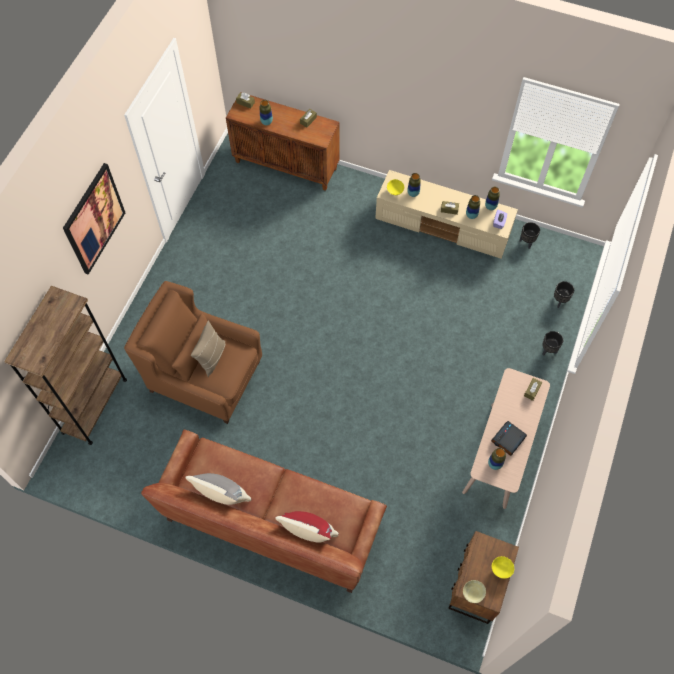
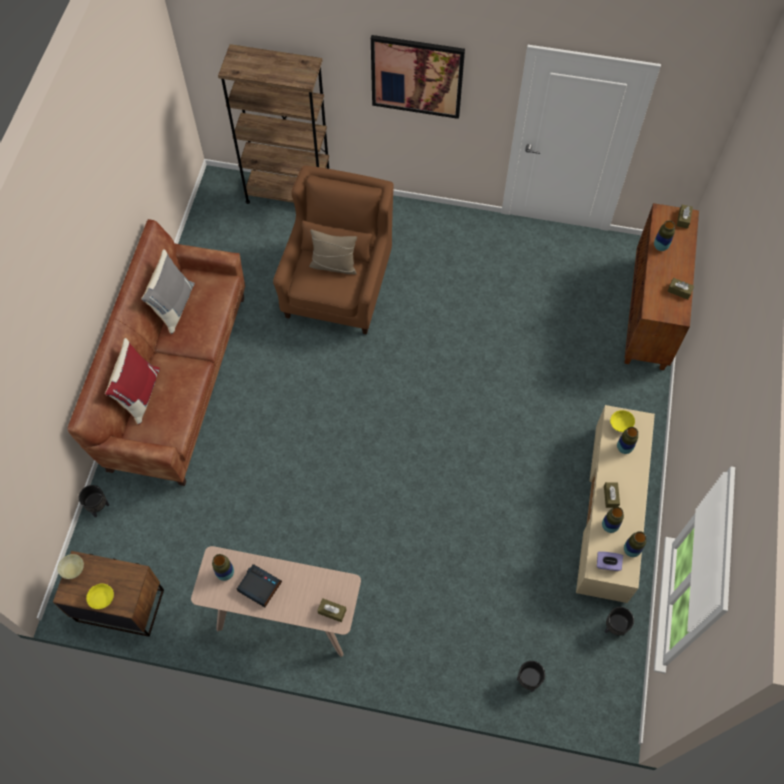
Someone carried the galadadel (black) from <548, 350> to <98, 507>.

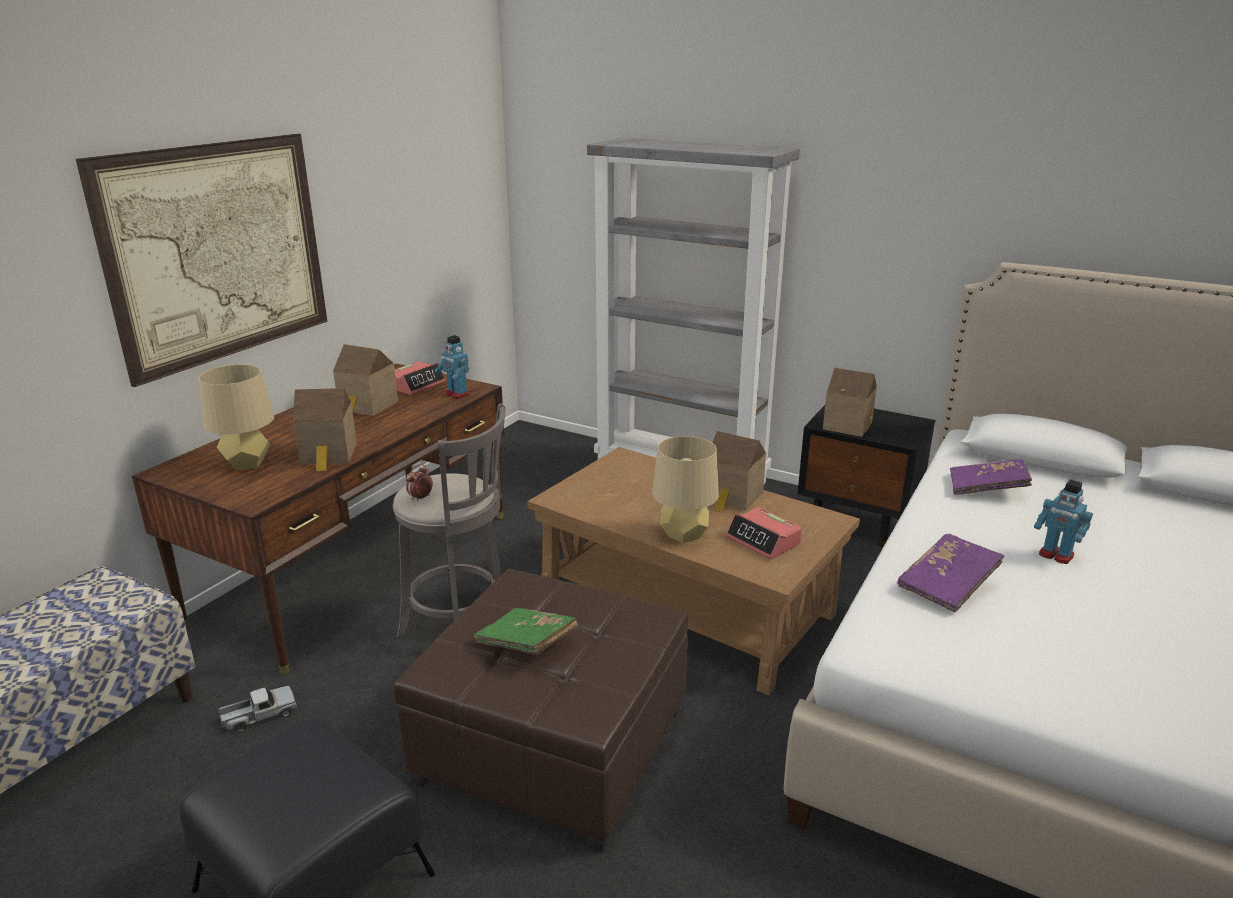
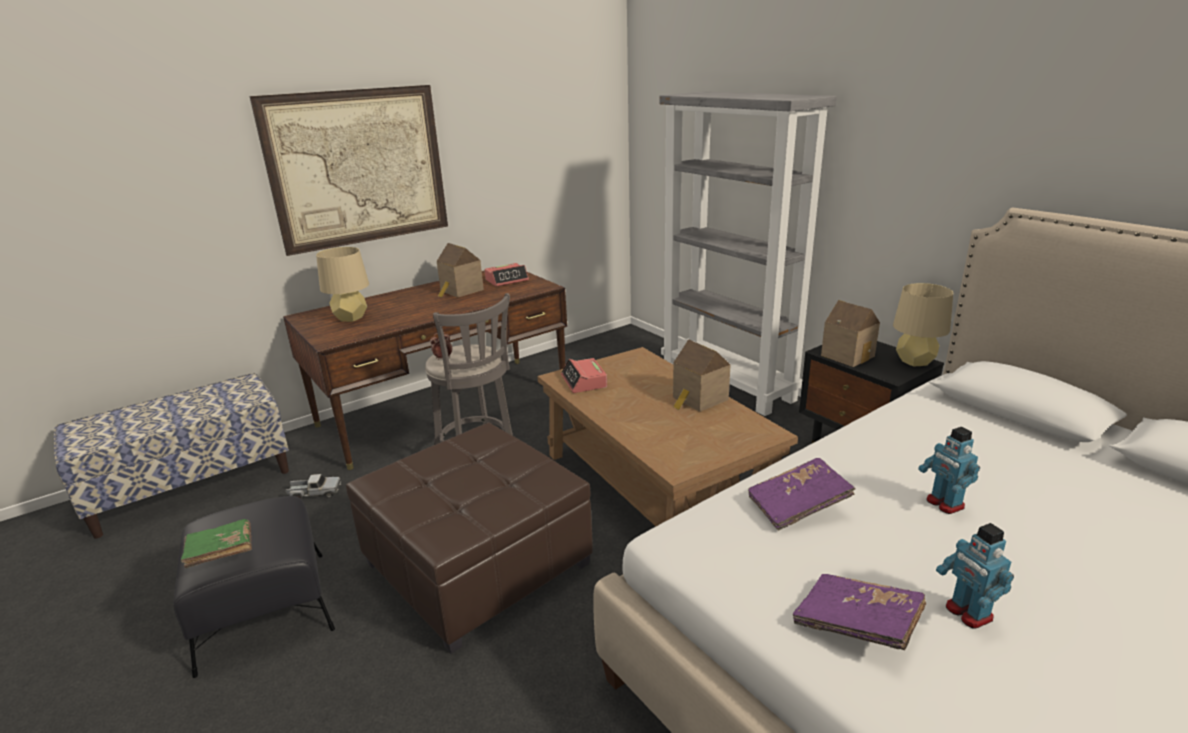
Someone carried the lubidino from <456, 394> to <967, 613>. Someone took away the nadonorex at <329, 455>. Someone carried the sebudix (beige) from <684, 535> to <915, 362>. Someone carried the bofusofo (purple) from <986, 489> to <857, 624>. Someone carried the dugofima from <763, 541> to <584, 382>. Someone carried the bofusofo (green) from <526, 644> to <221, 554>.

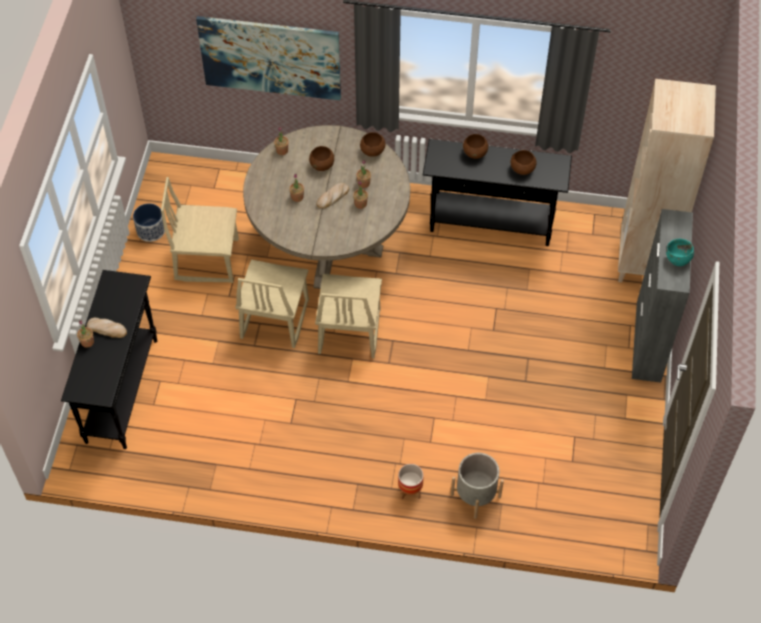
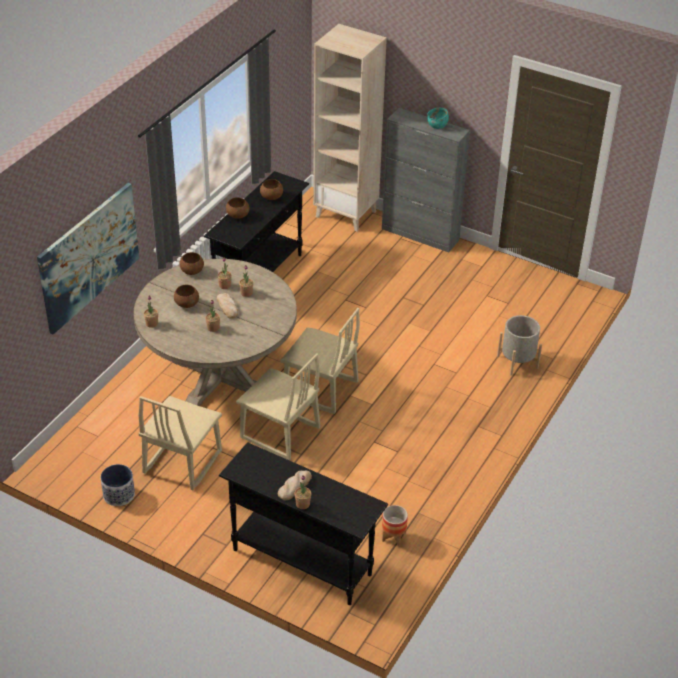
Someone carried the galadadel from <410, 490> to <393, 537>.

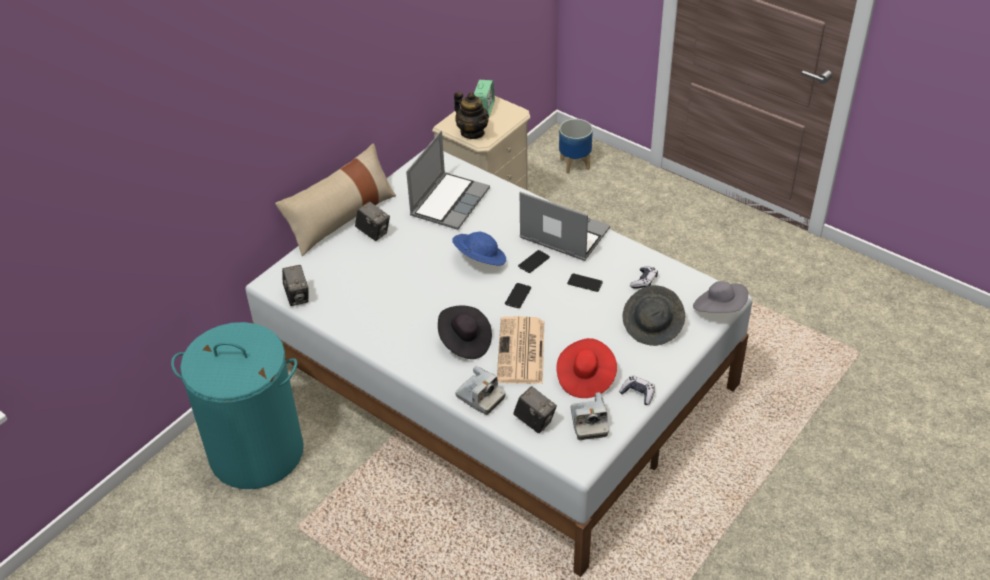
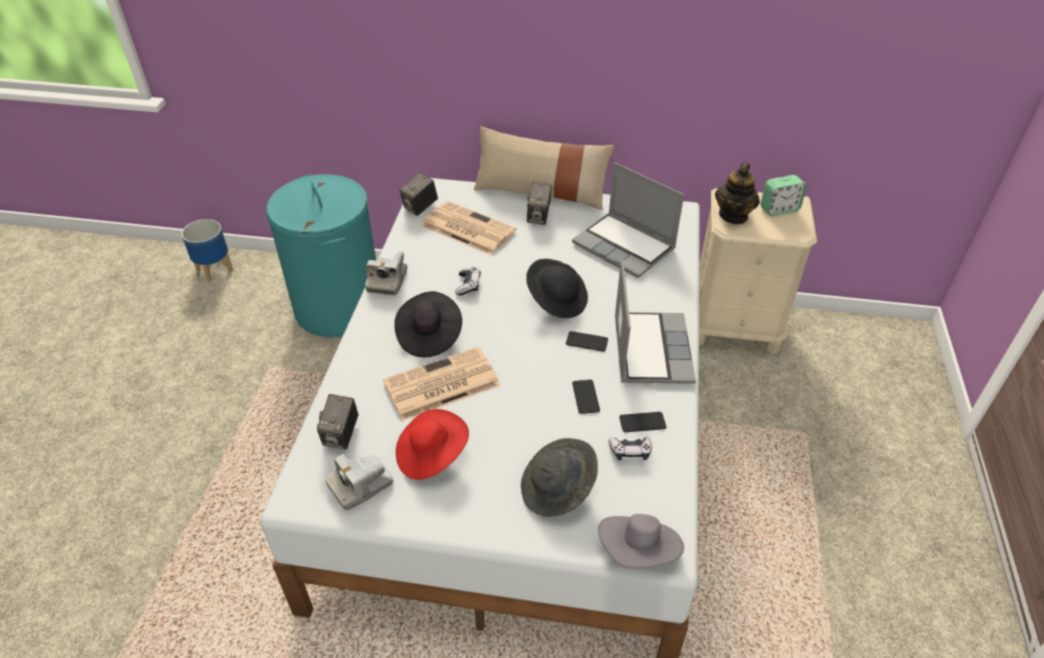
Someone carried the galadadel from <574, 164> to <215, 270>. Someone rotated the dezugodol at <449, 201> by 45 degrees clockwise. Someone repainted the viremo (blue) at <479, 260>, which became the viremo (black) at <557, 300>. Someone carried the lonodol from <518, 296> to <642, 422>. Someone carried the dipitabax from <480, 397> to <387, 281>. Someone carried the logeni from <638, 393> to <468, 285>. Someone put down the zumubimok at <467, 228>.

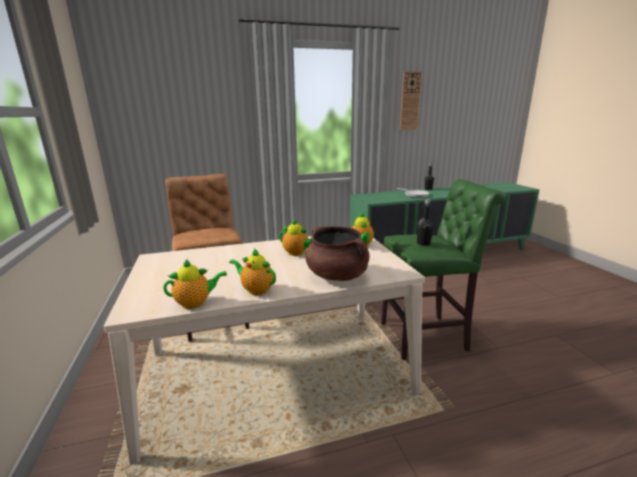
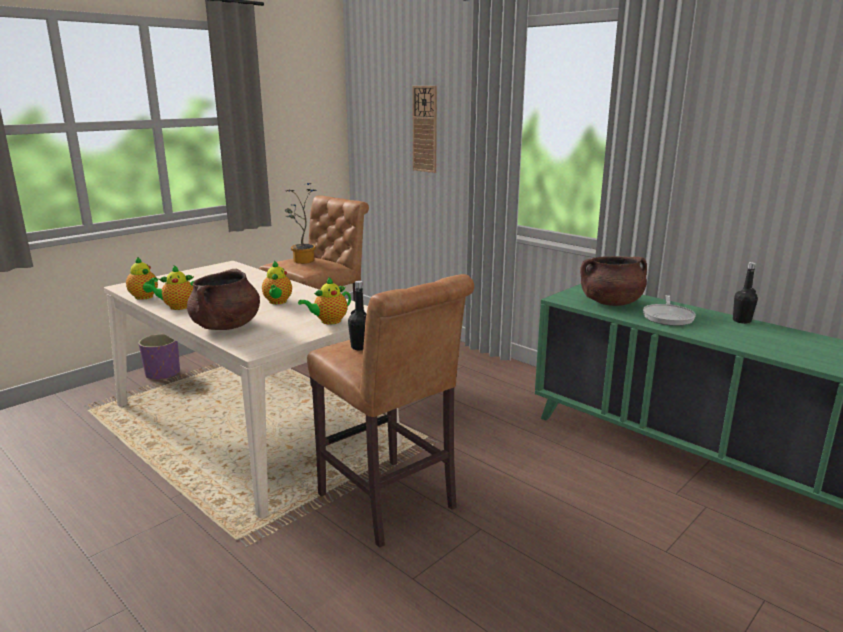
Someone carried the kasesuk from <410, 101> to <425, 129>. Someone repainted the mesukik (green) at <427, 336>, which became the mesukik (brown) at <391, 505>. Someone rotated the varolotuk at <256, 290> by 105 degrees counterclockwise. Someone put down the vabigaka at <302, 261>. Someone put down the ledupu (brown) at <610, 303>. Someone put down the galadadel (purple) at <163, 374>.

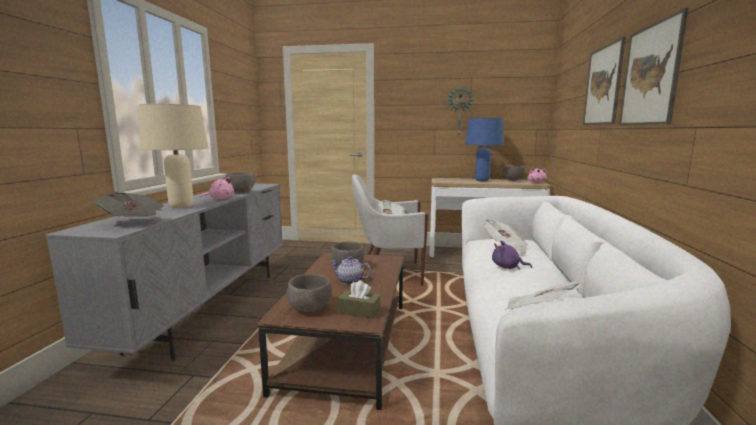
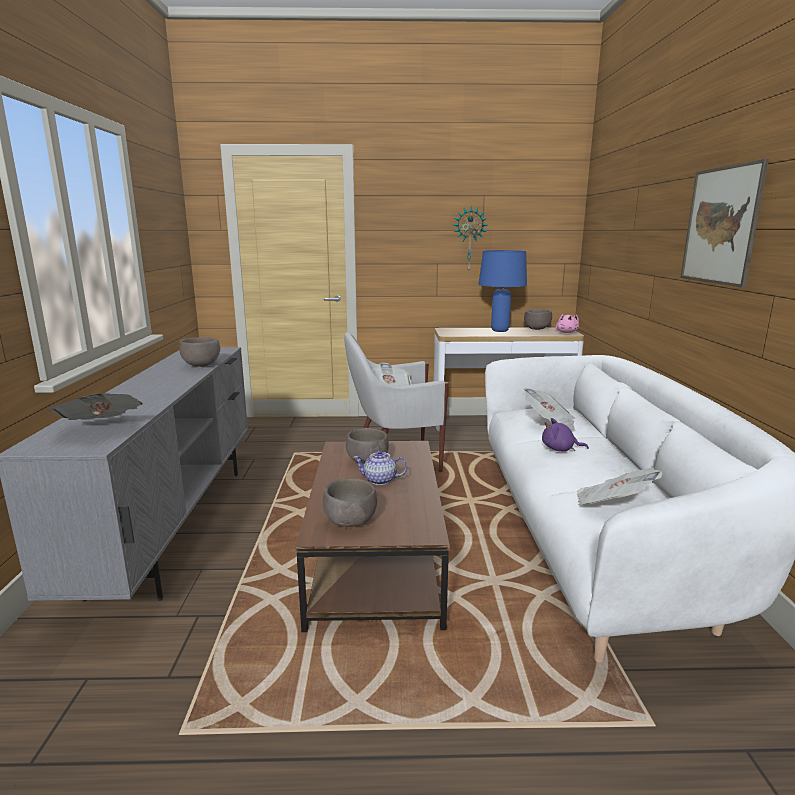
Someone took away the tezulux at <603, 85>. Someone took away the sebudix (beige) at <182, 207>. Someone took away the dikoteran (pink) at <220, 199>. Someone took away the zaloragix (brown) at <359, 311>.

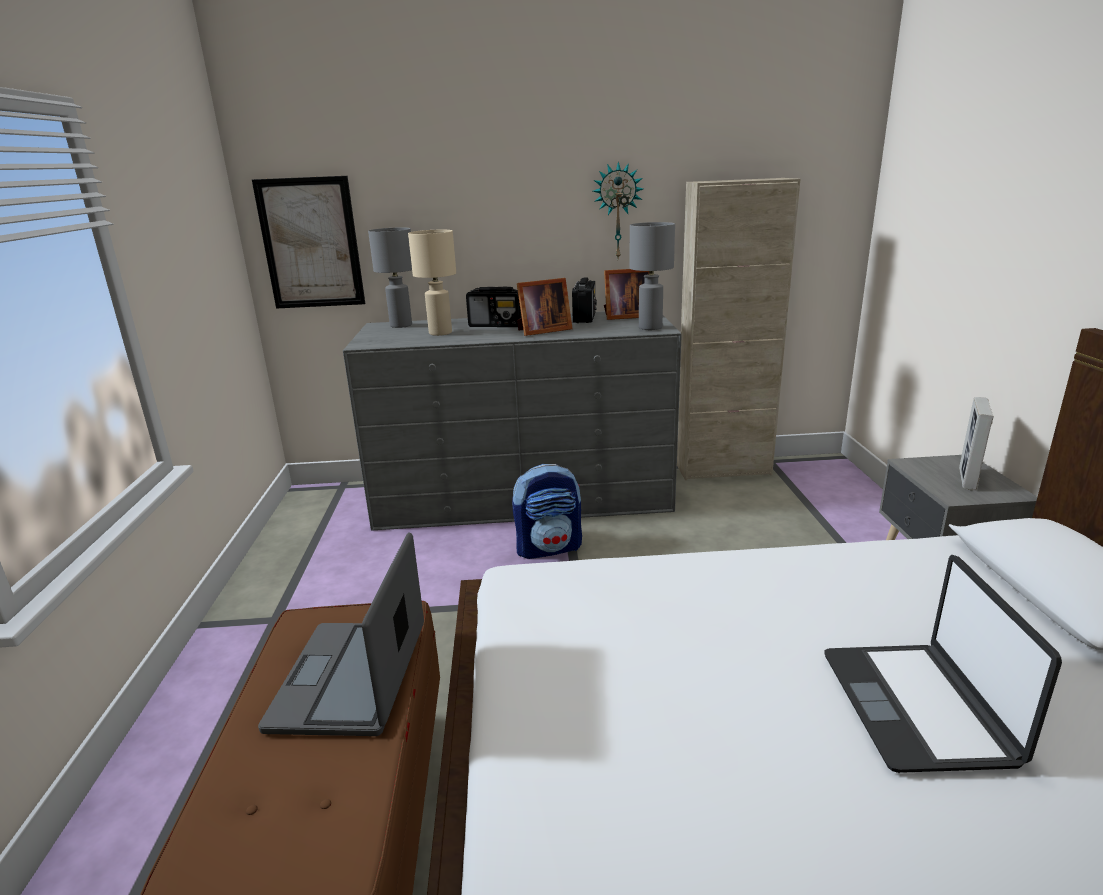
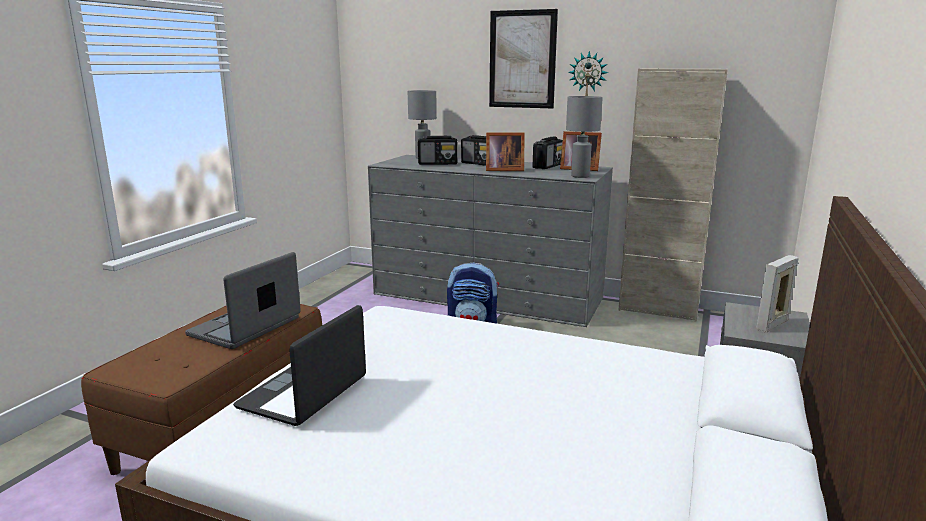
Someone carried the tezulux from <311, 243> to <522, 59>. Someone swapped the sebudix (beige) at <440, 333> for the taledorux at <438, 164>. Someone carried the dezugodol from <918, 706> to <304, 393>.

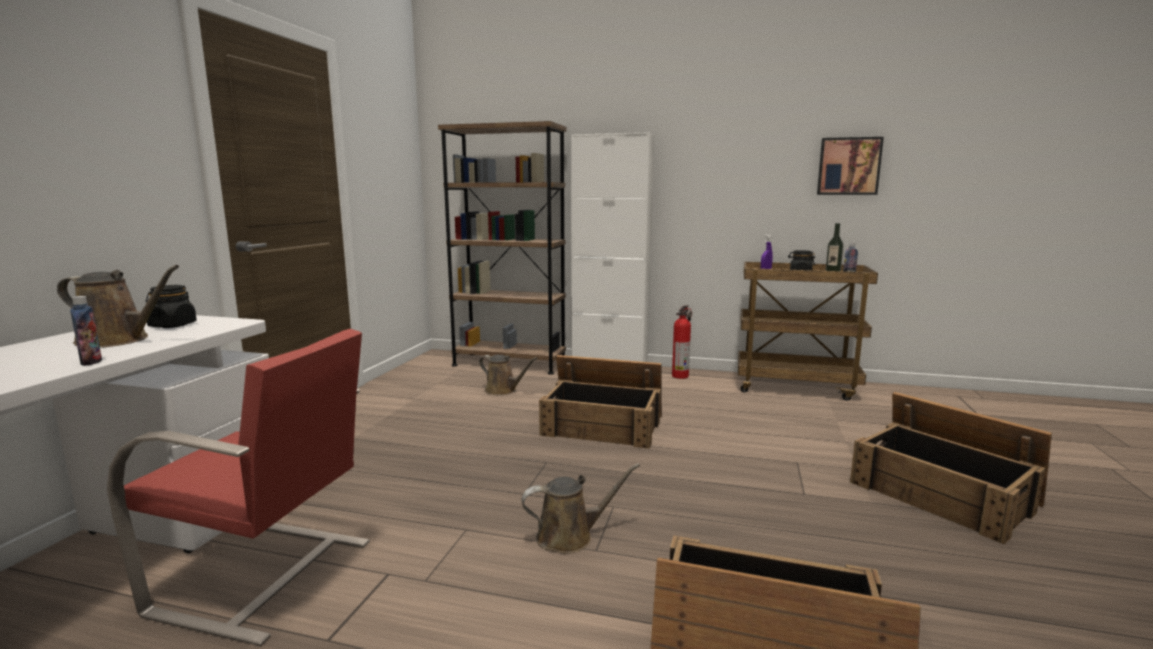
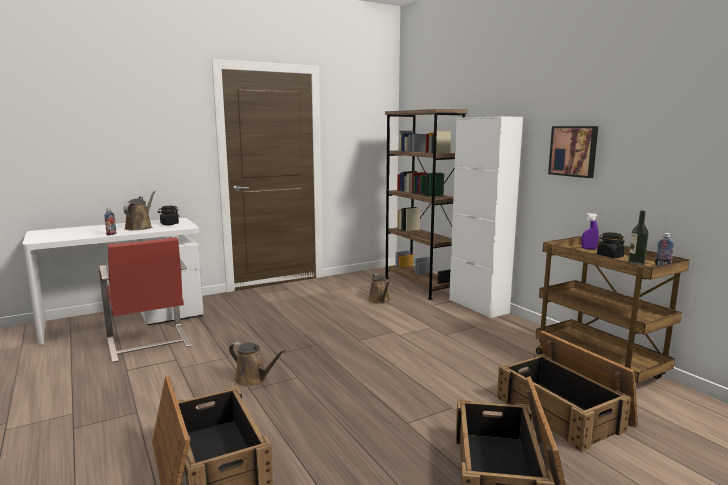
Someone carried the tezulux from <848, 166> to <574, 151>. Someone rotated the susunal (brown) at <118, 340> by 135 degrees counterclockwise. Someone took away the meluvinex at <680, 375>. Someone carried the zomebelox from <603, 425> to <564, 411>.

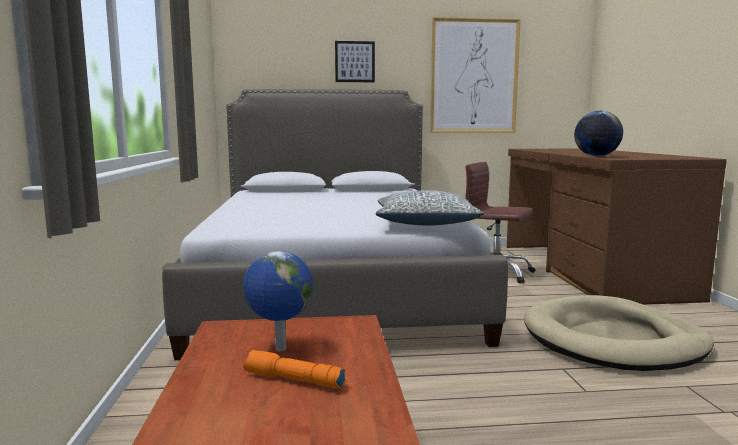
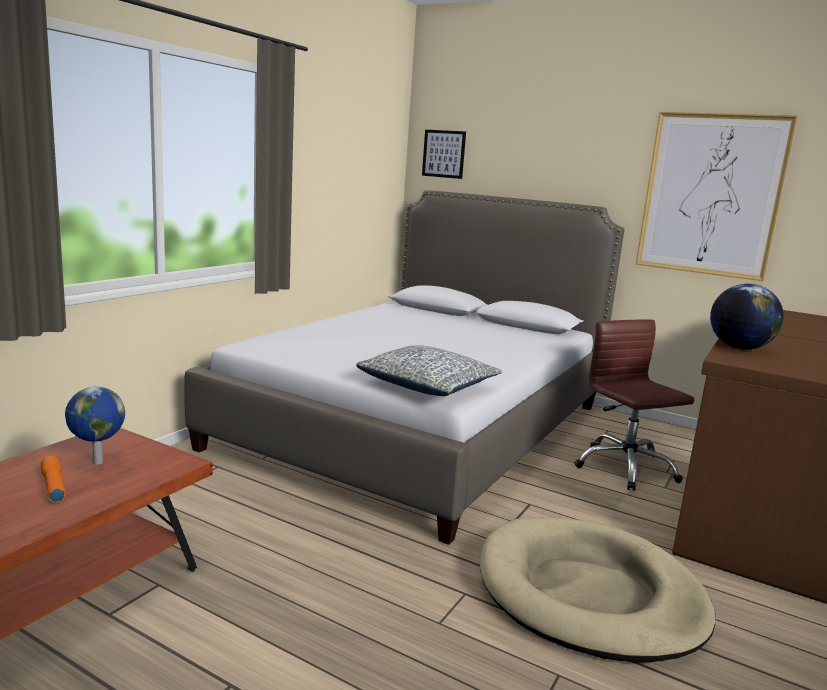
Someone carried the tezulux from <355, 61> to <443, 154>.

